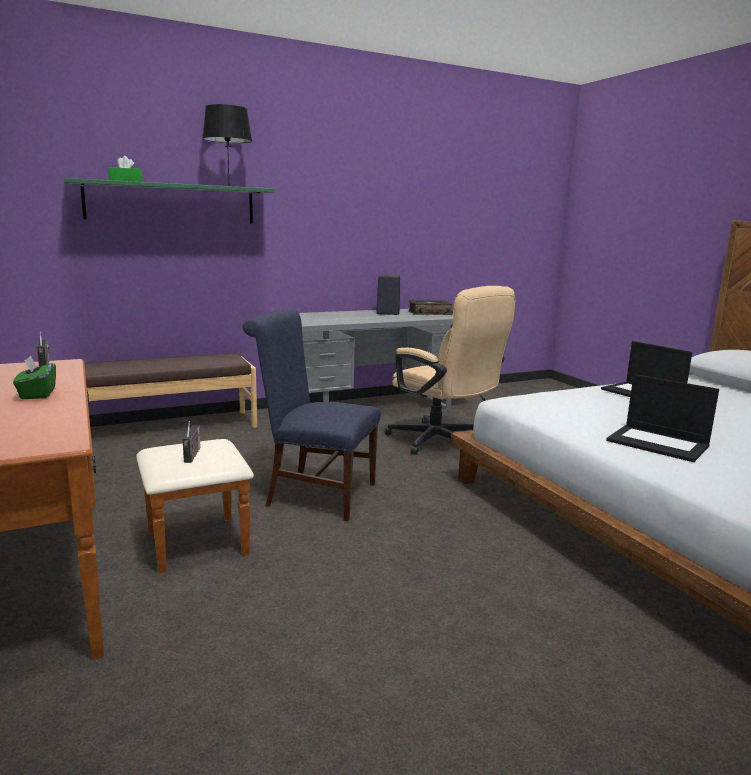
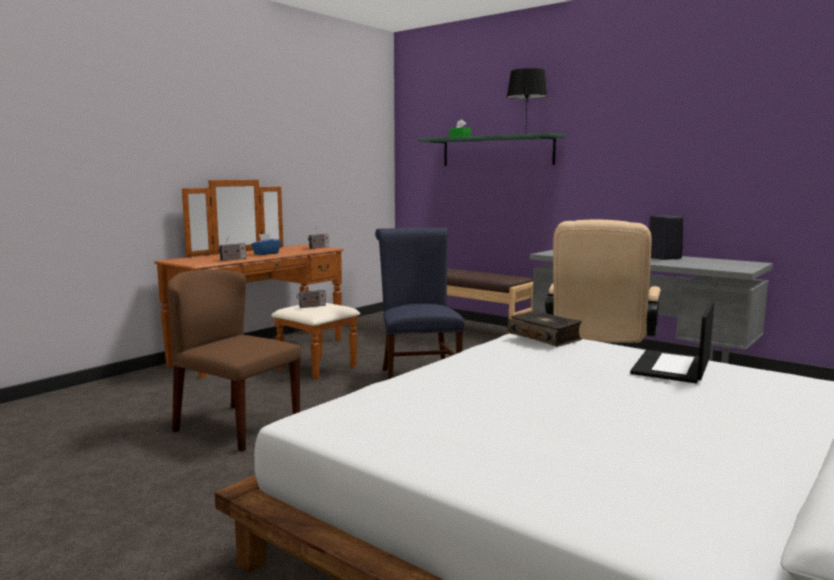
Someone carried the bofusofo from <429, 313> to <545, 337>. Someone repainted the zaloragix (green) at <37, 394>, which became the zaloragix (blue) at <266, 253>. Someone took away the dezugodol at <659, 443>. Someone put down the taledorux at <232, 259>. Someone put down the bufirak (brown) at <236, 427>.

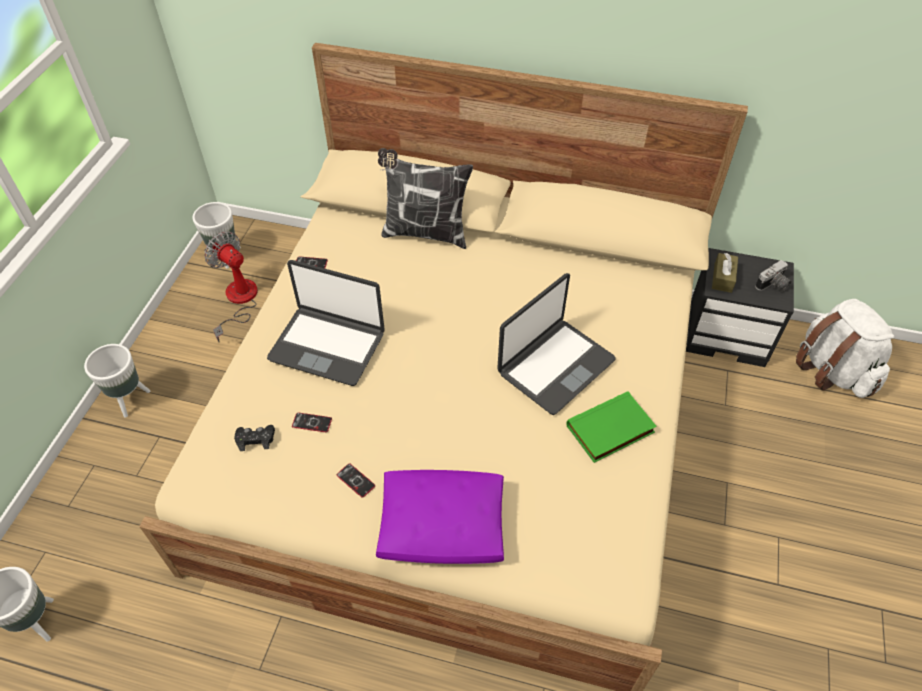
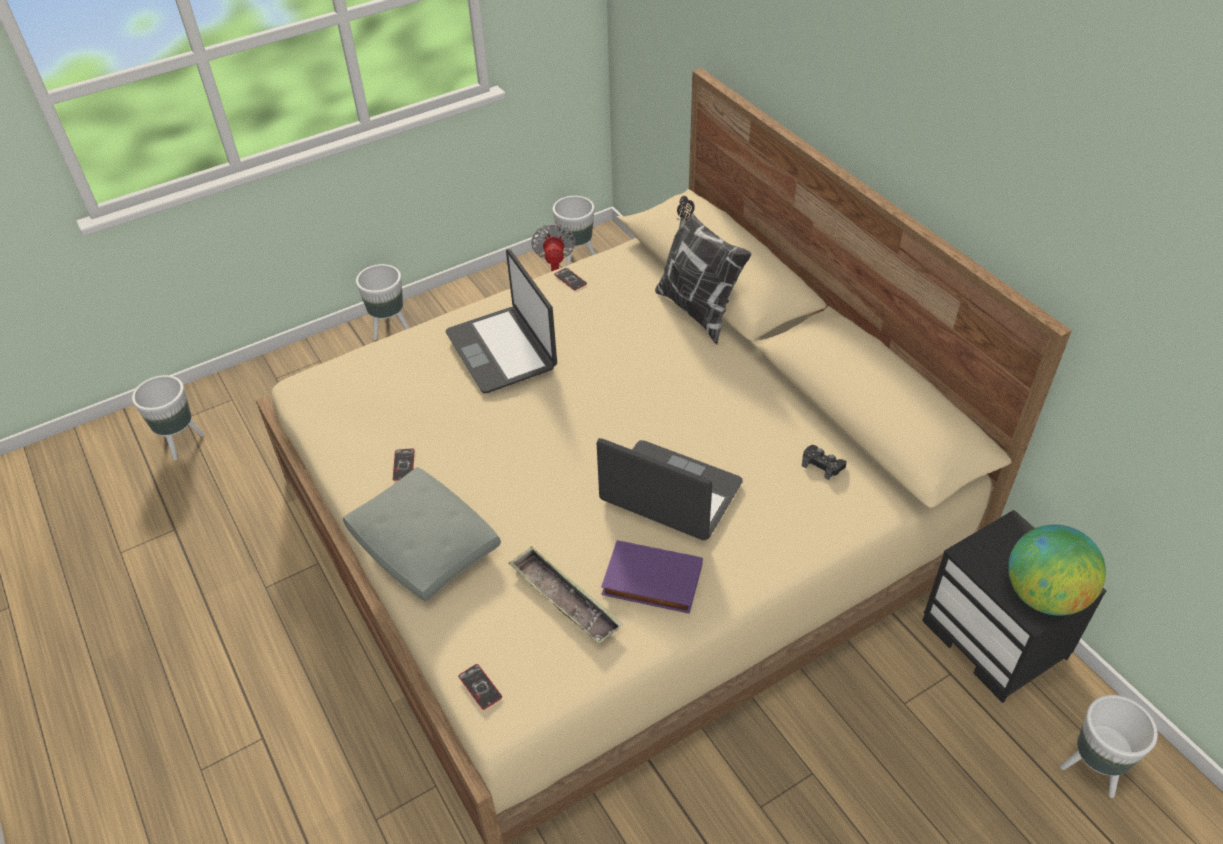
Someone took away the zaloragix (brown) at <722, 278>. Someone swapped the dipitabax at <773, 285> for the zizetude at <1044, 595>. Someone rotated the dezugodol at <555, 366> by 150 degrees counterclockwise. Someone swapped the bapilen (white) at <833, 370> for the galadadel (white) at <1091, 770>. Someone repainted the bofusofo (green) at <610, 431>, which became the bofusofo (purple) at <651, 582>. Someone carried the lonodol from <312, 423> to <480, 687>. Someone carried the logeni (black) from <255, 439> to <822, 465>. Someone repainted the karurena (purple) at <443, 524>, which became the karurena (grey) at <425, 545>. Someone put down the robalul at <564, 599>.

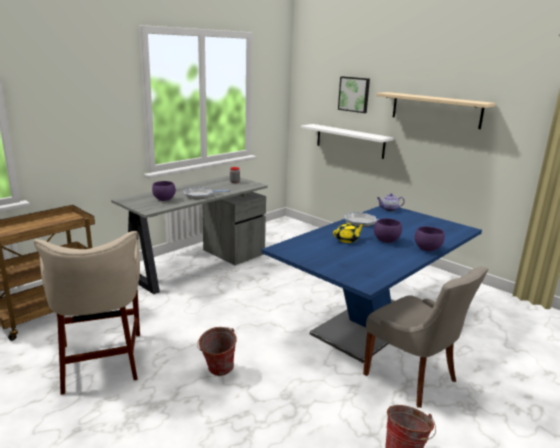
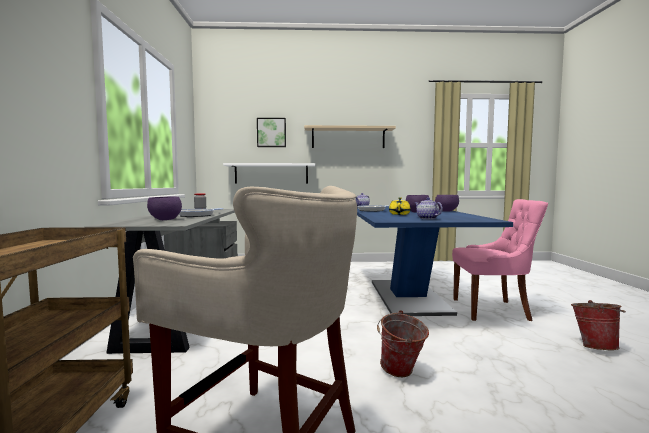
Someone repainted the bufirak (grey) at <412, 378>, which became the bufirak (pink) at <492, 310>. Someone put down the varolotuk at <426, 218>.

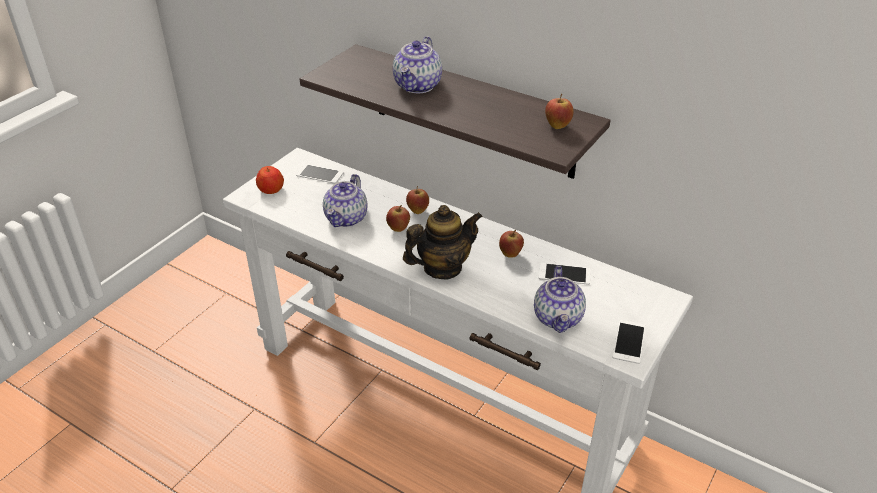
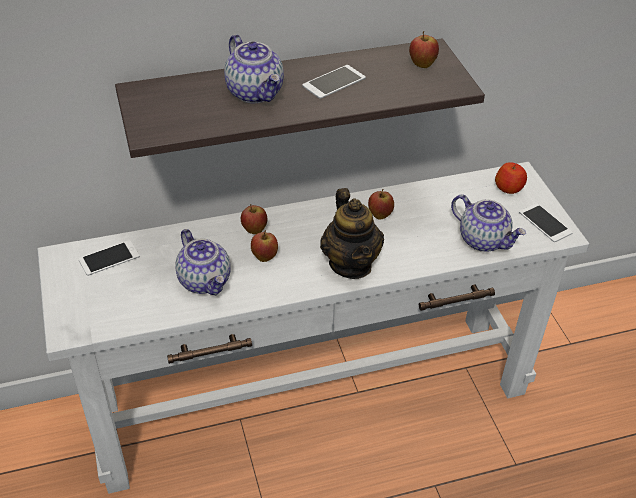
Someone carried the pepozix from <271, 190> to <509, 188>. Someone rotated the varolotuk at <442, 268> by 150 degrees clockwise. Someone carried the lonodol from <564, 274> to <334, 82>.

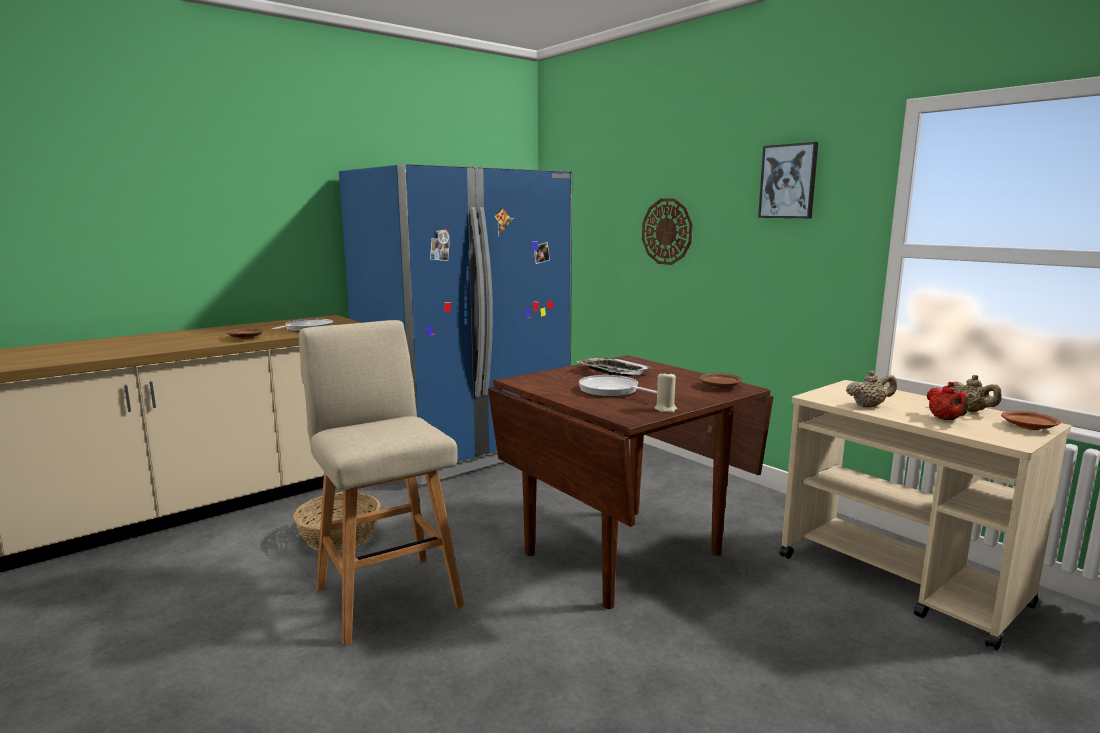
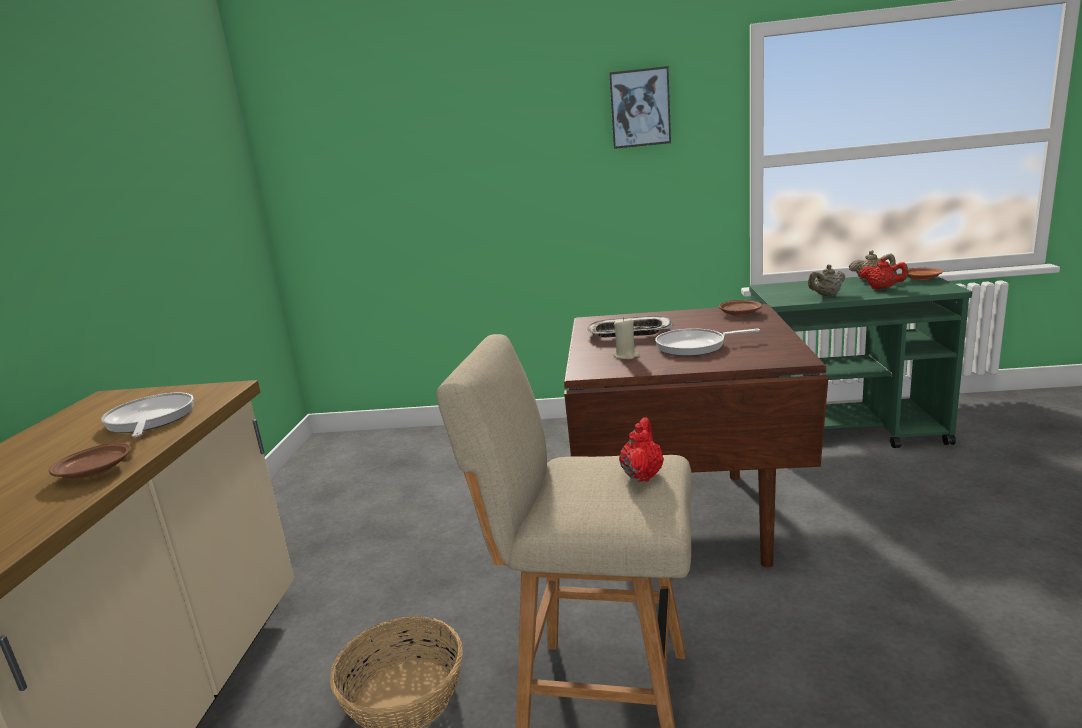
Someone took away the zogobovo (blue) at <465, 447>. Someone took away the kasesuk at <667, 231>. Someone carried the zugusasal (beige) from <665, 409> to <626, 356>. Someone rotated the varolotuk (beige) at <869, 406> by 150 degrees counterclockwise. Someone repainted the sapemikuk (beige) at <901, 581>, which became the sapemikuk (green) at <846, 432>. Someone put down the varolotuk (red) at <642, 475>.

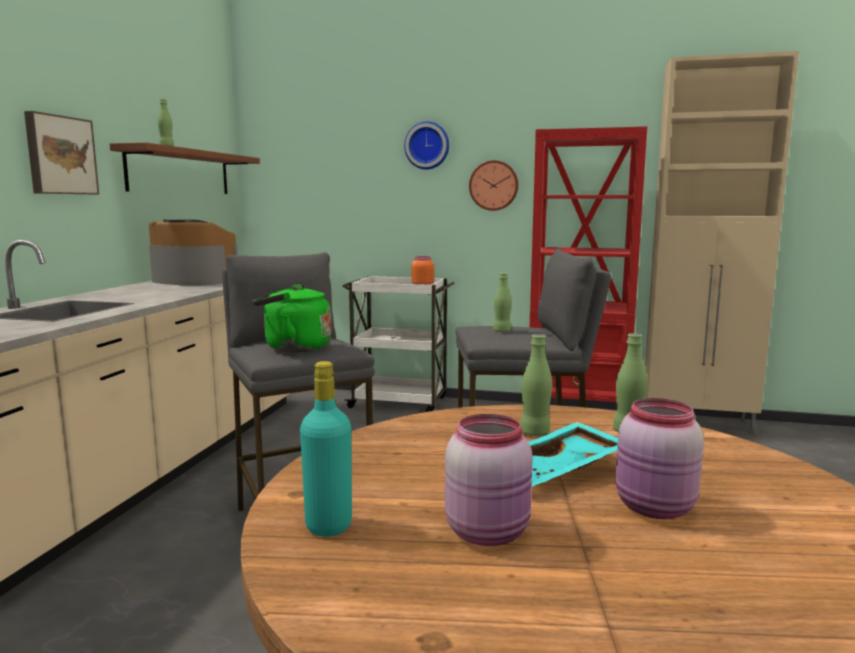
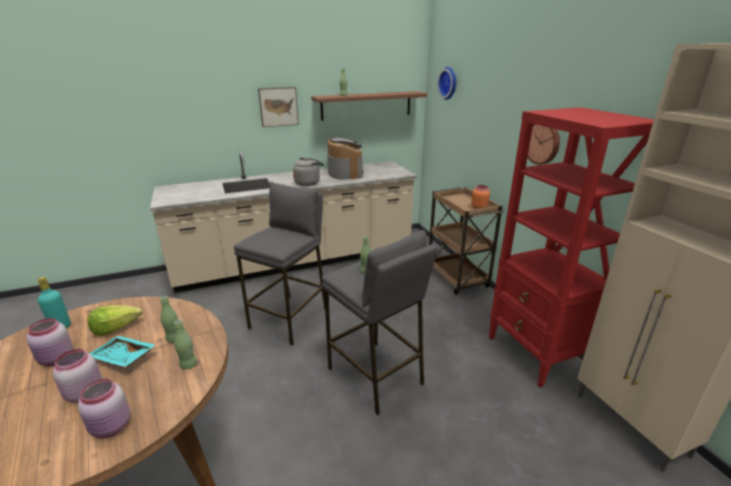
Someone carried the kasesuk from <427, 146> to <449, 83>. Someone repainted the sapemikuk (white) at <400, 403>, which became the sapemikuk (brown) at <457, 278>. Someone took away the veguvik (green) at <293, 348>. Someone put down the veguvik (grey) at <308, 183>. Someone put down the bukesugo at <116, 328>. Someone put down the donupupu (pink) at <112, 427>.

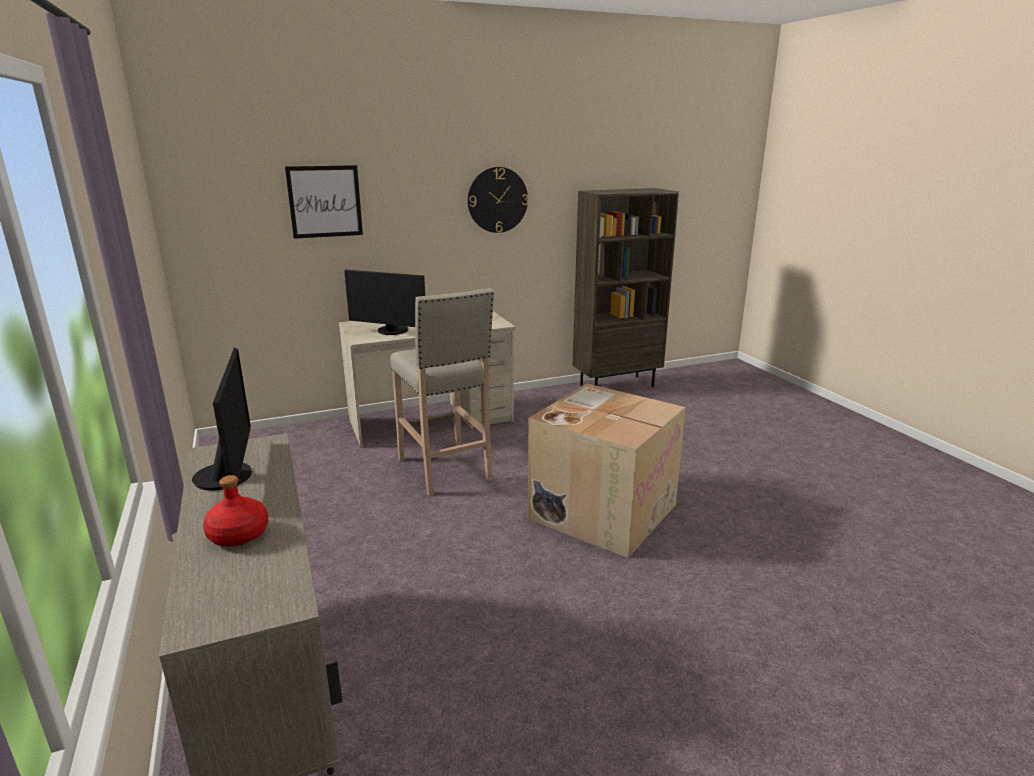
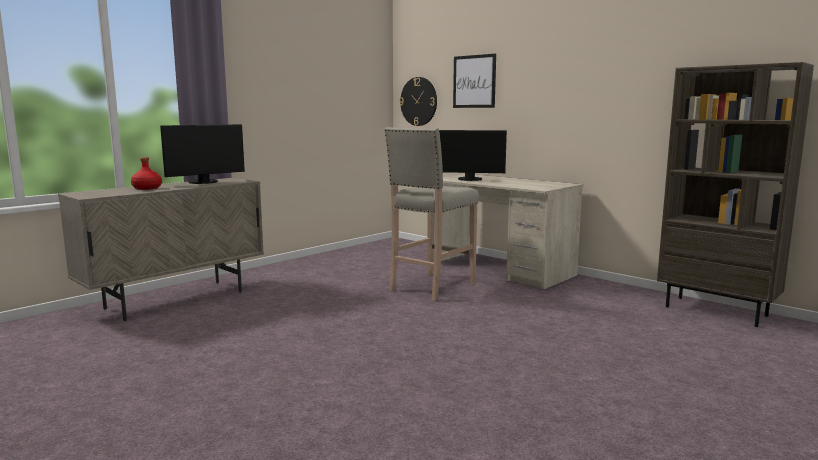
Someone carried the kasesuk from <497, 200> to <419, 101>. Someone rotated the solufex at <391, 331> by 75 degrees counterclockwise. Someone took away the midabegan at <602, 510>.

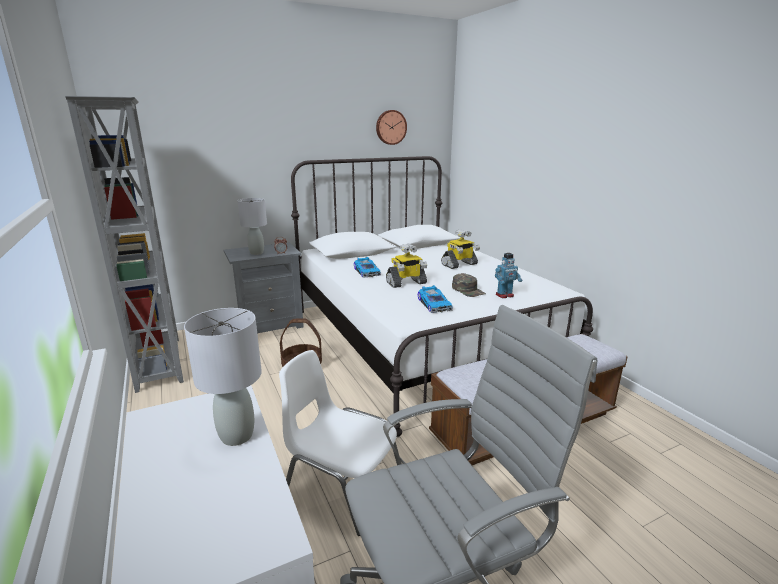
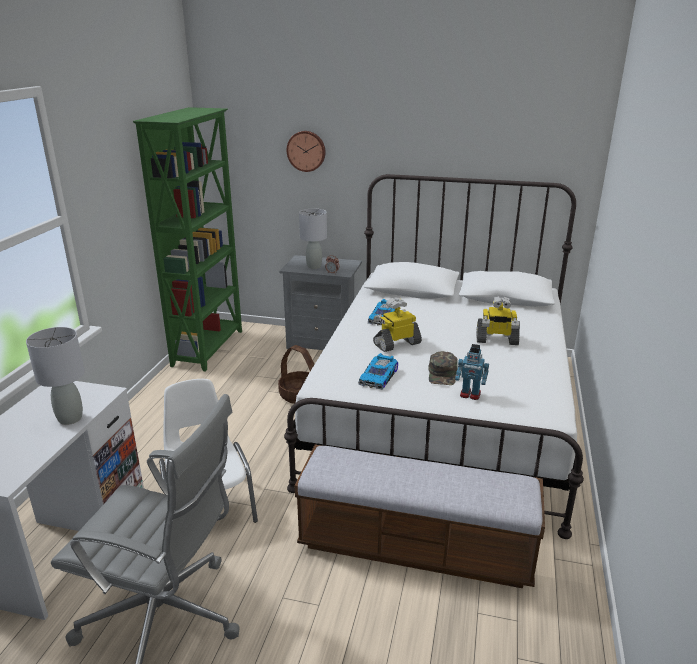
Someone repainted the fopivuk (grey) at <160, 362>, which became the fopivuk (green) at <209, 348>. Someone carried the kasesuk from <390, 127> to <306, 151>. Someone rotated the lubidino at <406, 283> by 135 degrees clockwise.

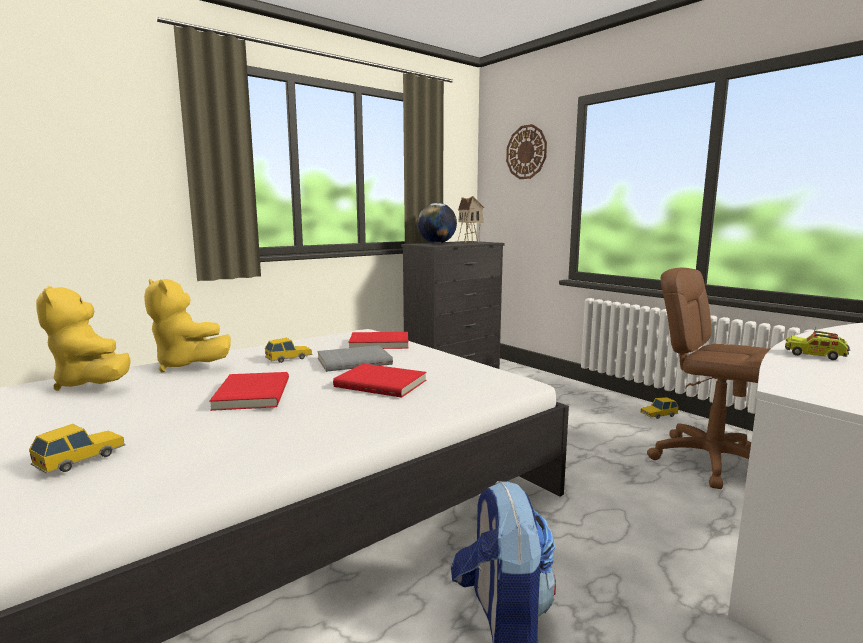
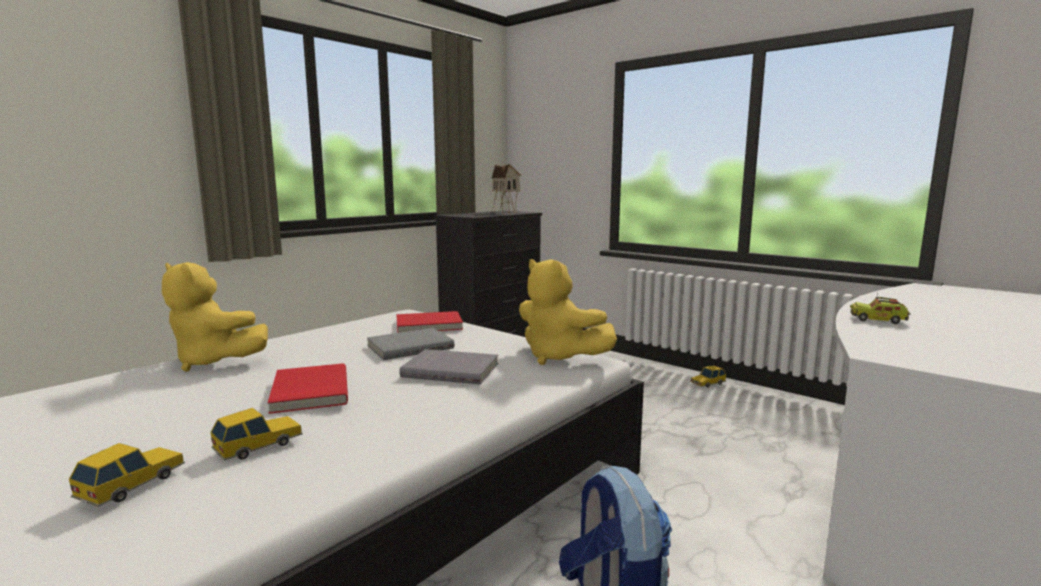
Someone took away the kasesuk at <526, 152>. Someone took away the zizetude at <436, 243>. Someone took away the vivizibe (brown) at <711, 461>. Someone carried the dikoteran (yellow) from <92, 384> to <559, 357>. Someone carried the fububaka from <289, 358> to <259, 445>. Someone repainted the bofusofo (red) at <381, 383>, which became the bofusofo (grey) at <451, 369>.

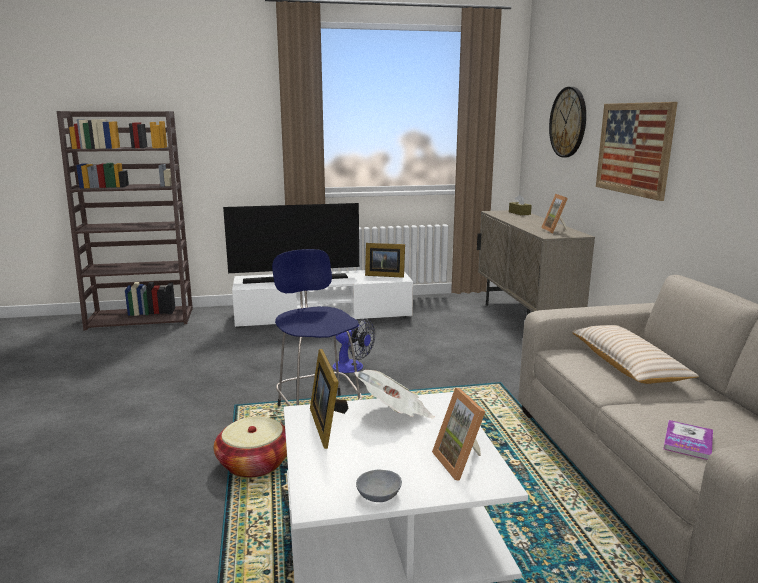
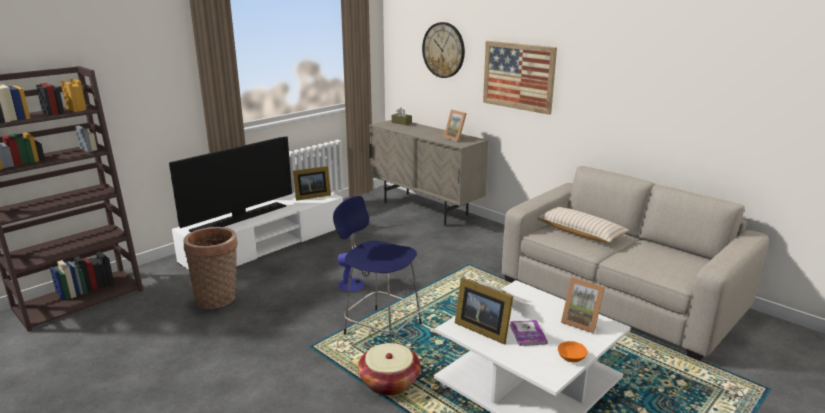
Someone carried the bofusofo from <688, 441> to <528, 334>. Someone repainted the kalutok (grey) at <378, 493>, which became the kalutok (orange) at <570, 357>. Someone put down the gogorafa at <218, 299>.

